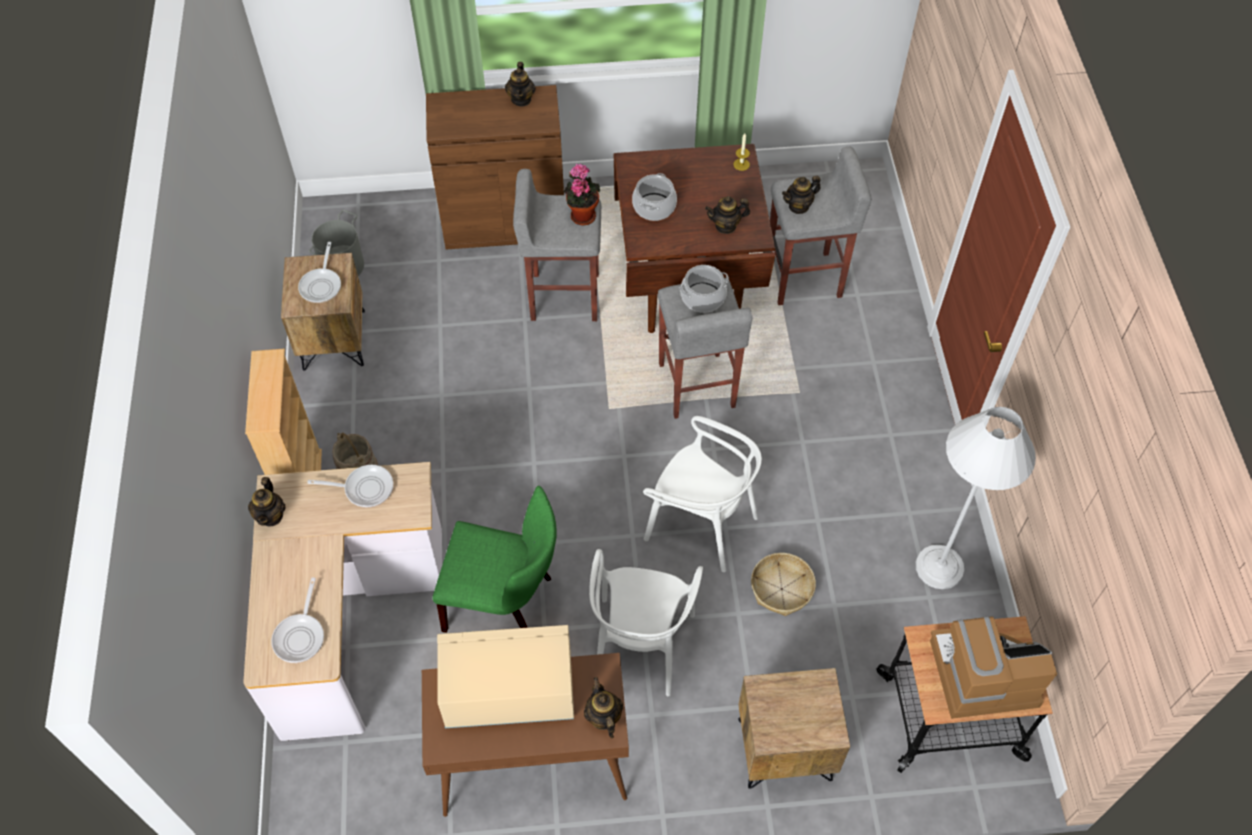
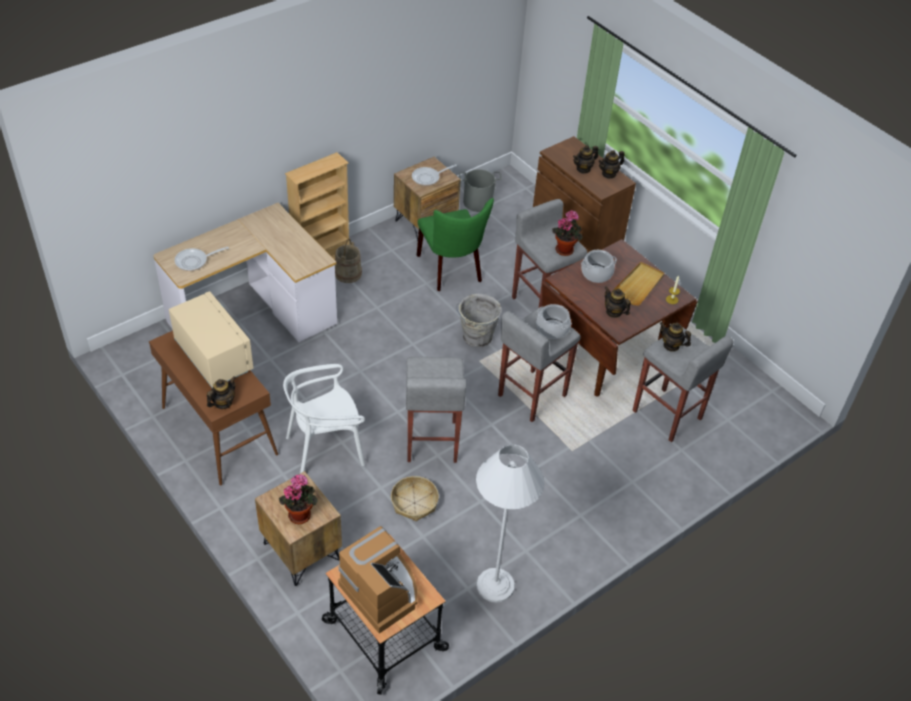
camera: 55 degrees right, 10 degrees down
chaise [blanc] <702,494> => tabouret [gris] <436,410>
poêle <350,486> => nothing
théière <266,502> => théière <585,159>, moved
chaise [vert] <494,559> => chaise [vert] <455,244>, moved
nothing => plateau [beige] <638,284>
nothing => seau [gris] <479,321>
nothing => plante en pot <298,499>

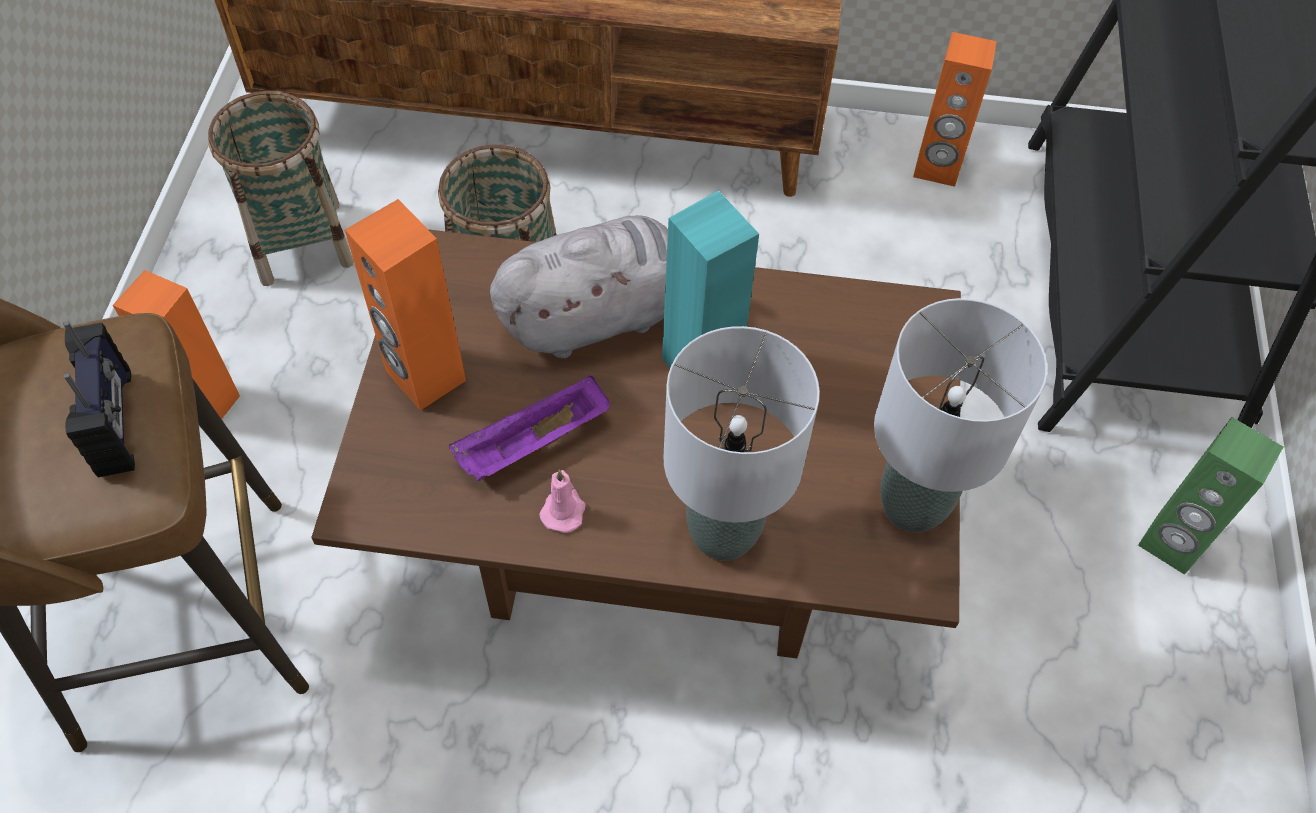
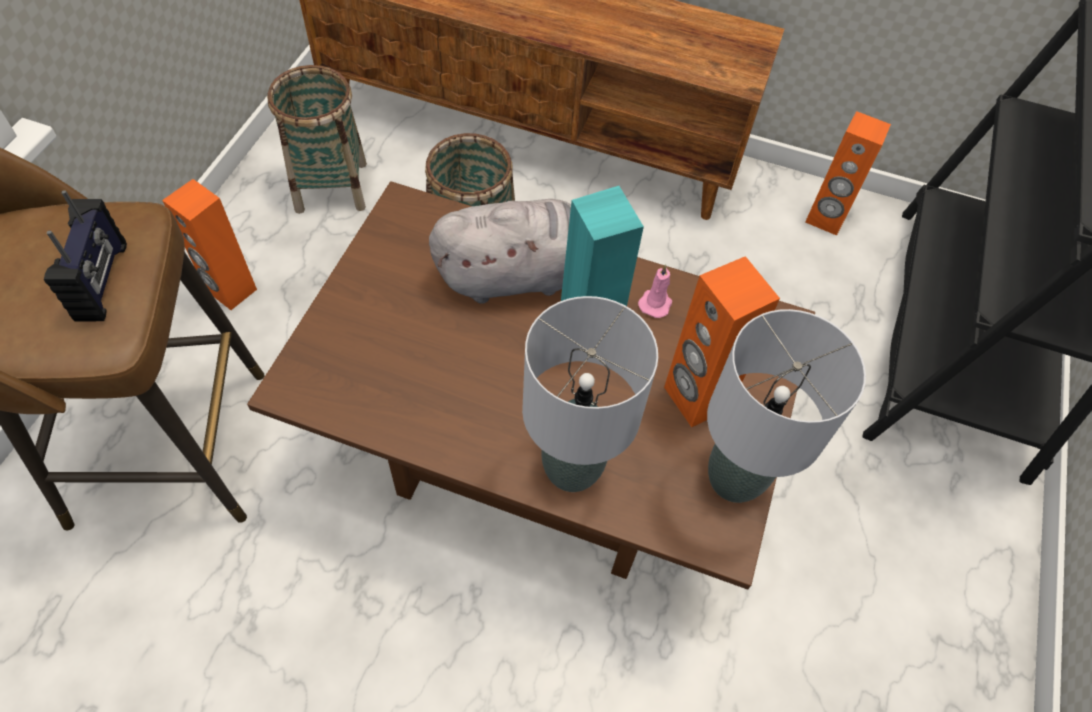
camera: 10 degrees right, 0 degrees up
enceinte [orange] <405,305> => enceinte [orange] <722,341>, moved
plateau [violet] <529,428> => nothing
enceinte [vert] <1210,496> => nothing
bougie [rose] <562,501> => bougie [rose] <655,291>, moved

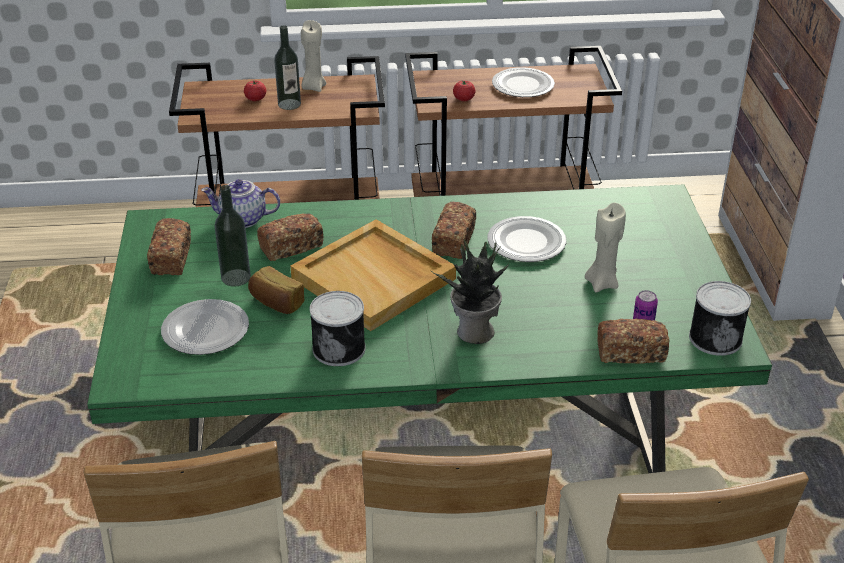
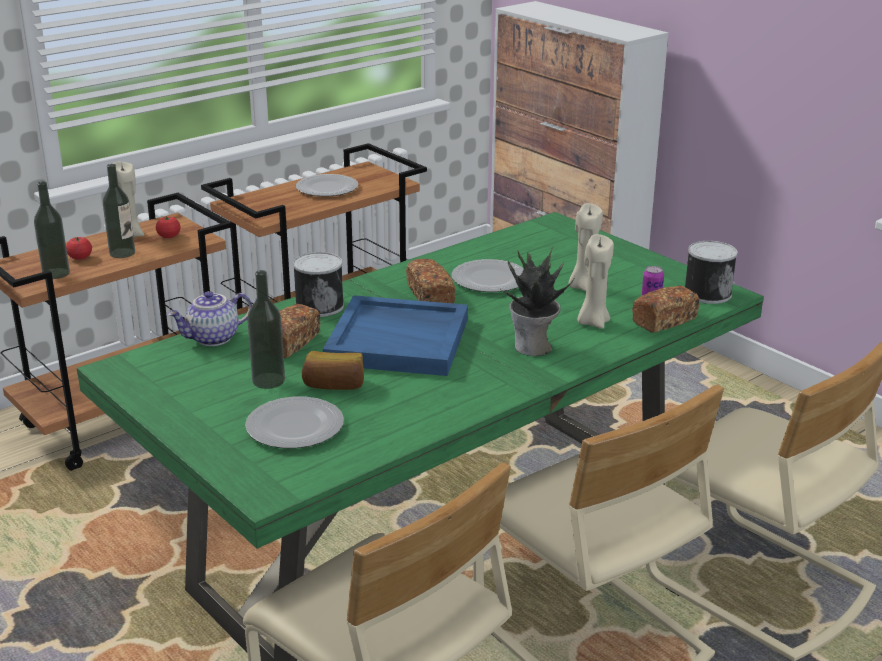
camera: 35 degrees left, 10 degrees down
tomate <464,90> => tomate <168,227>, moved
pain <169,246> => nothing
plateau [beige] <373,275> => plateau [bleu] <395,335>
boîte métallique <338,328> => boîte métallique <318,284>, moved
nothing => bouteille <52,230>
nothing => bougie [beige] <595,281>

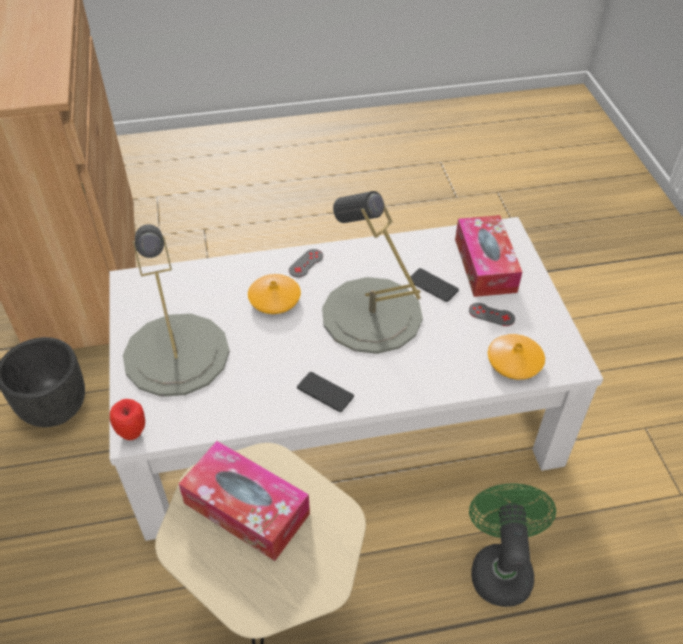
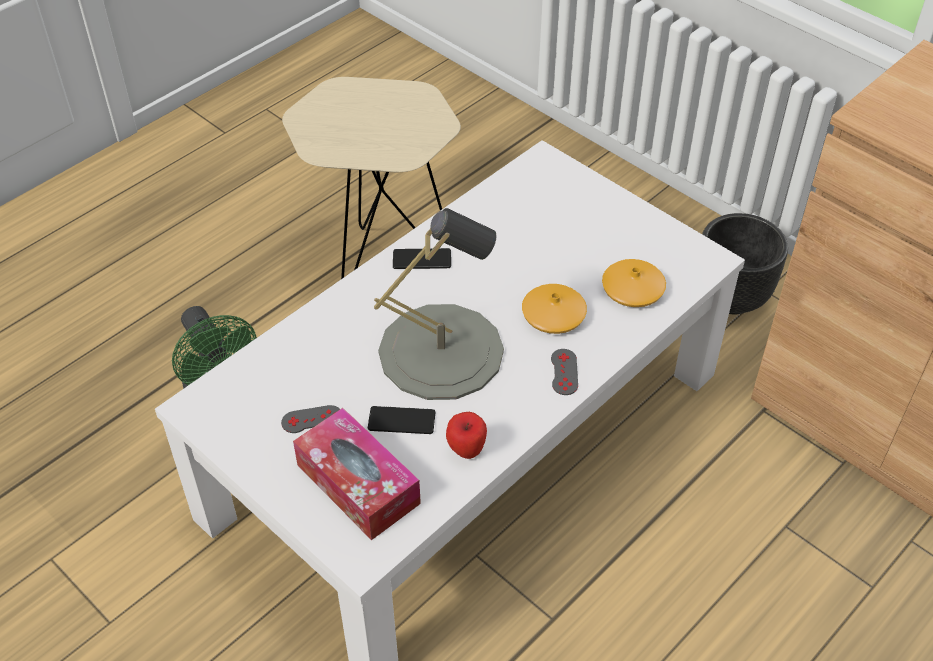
camera: 145 degrees right, 0 degrees up
lampe de table [gris] <176,310> => nothing
vase [orange] <516,357> => vase [orange] <634,283>, moved
pomme <127,419> => pomme <466,435>, moved
boîte à mouchoirs <244,501> => nothing

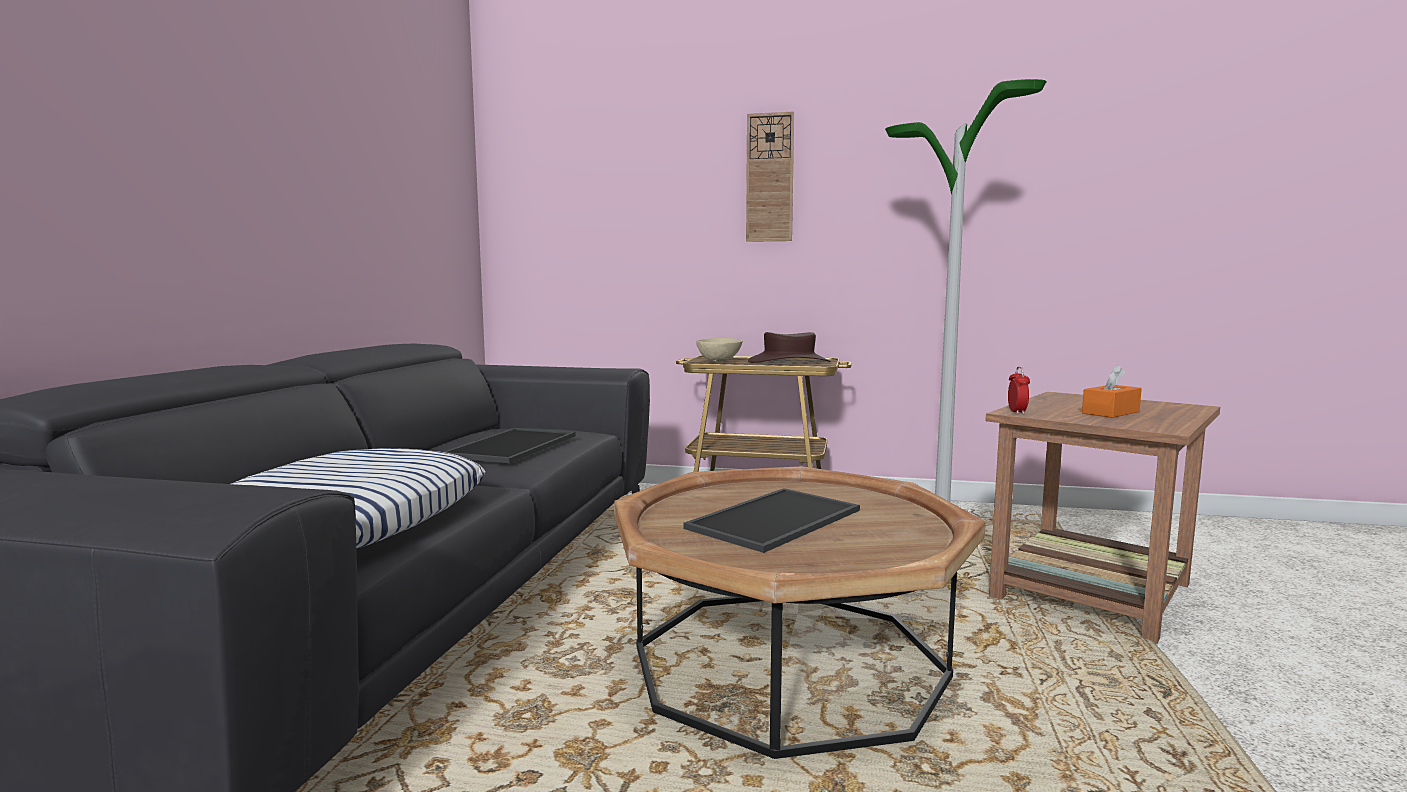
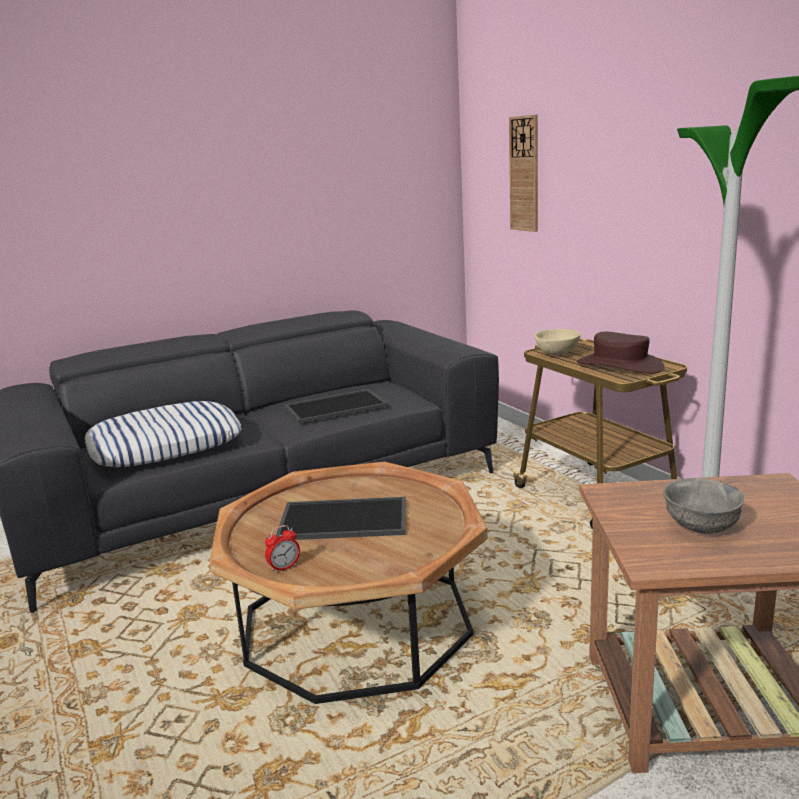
camera: 50 degrees right, 10 degrees up
horloge murale <770,177> => horloge murale <523,173>, moved
boîte à mouchoirs [orange] <1112,391> => bol [gris] <703,506>
réveil <1019,390> => réveil <282,549>, moved

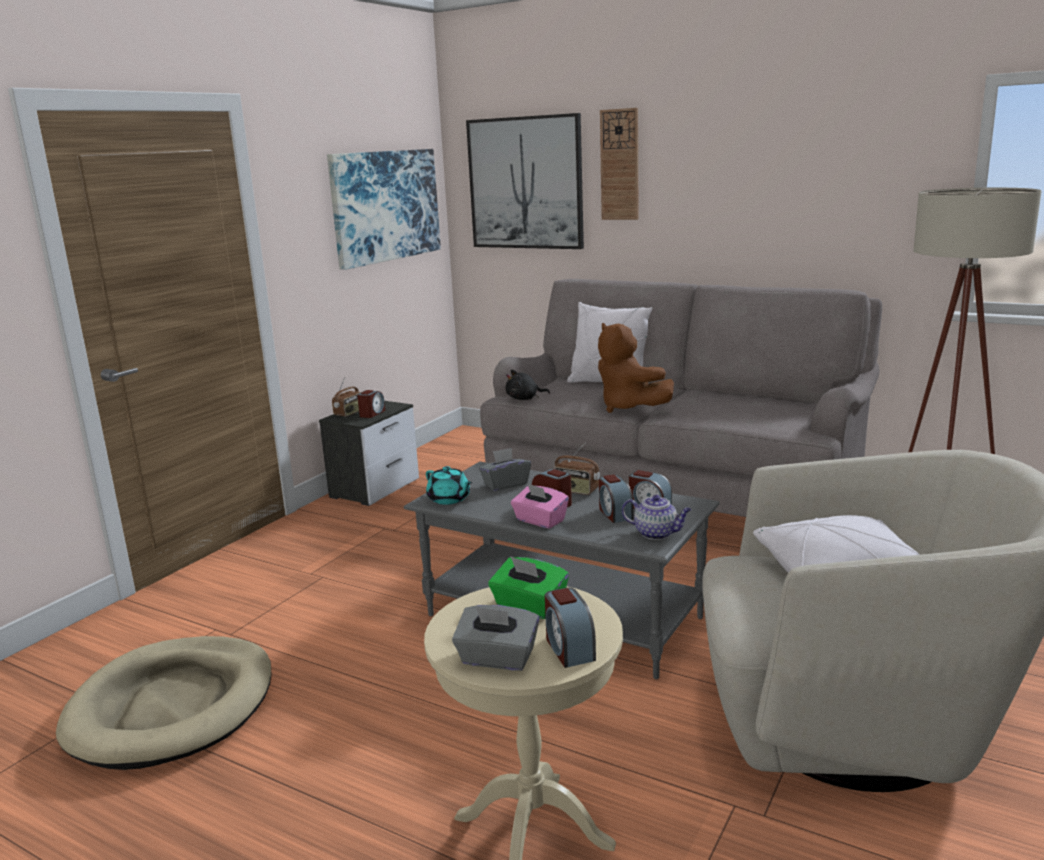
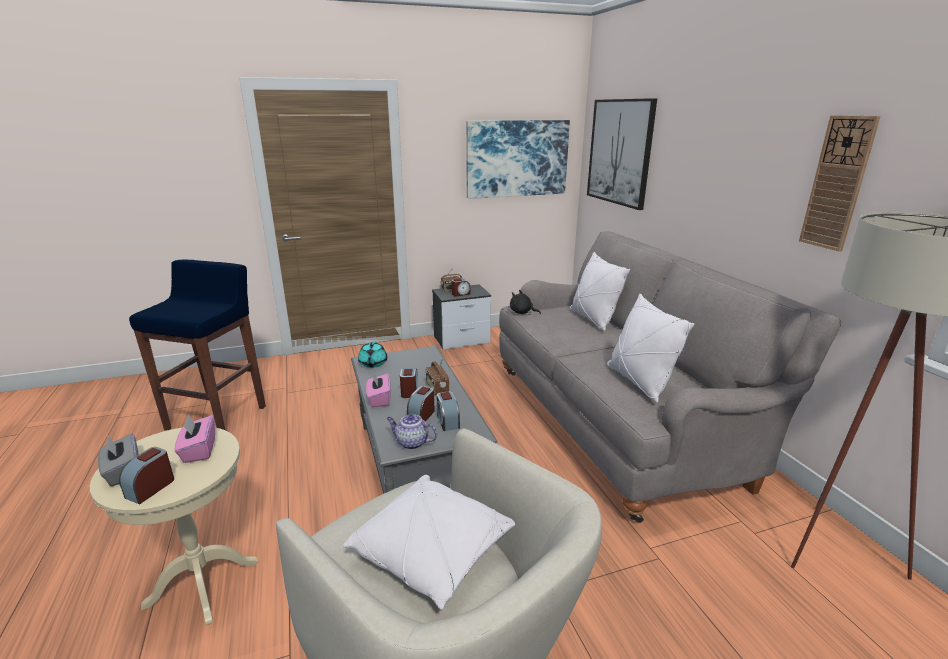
camera: 40 degrees right, 5 degrees up
horloge murale <619,164> => horloge murale <840,183>, moved
peluche [marron] <636,368> => nothing
boîte à mouchoirs [gris] <505,469> => nothing
théière <657,517> => théière <411,431>, 135 degrees clockwise
boîte à mouchoirs [vert] <528,587> => boîte à mouchoirs [rose] <194,439>
panier pour chien [beige] <164,703> => tabouret [bleu] <197,345>
nothing => coussin [blanc] <650,348>

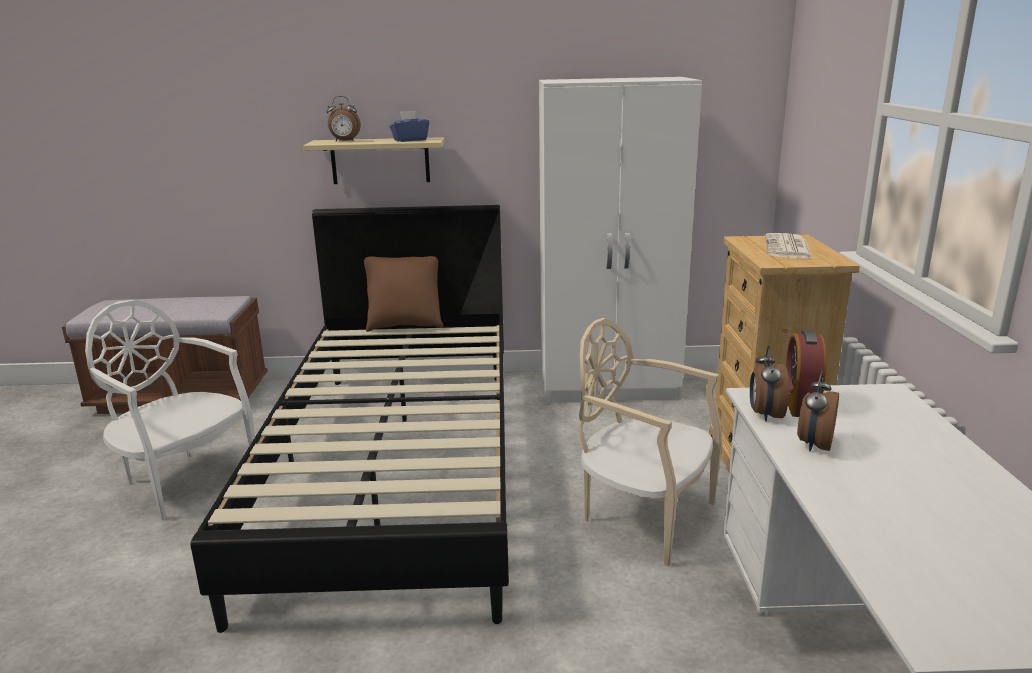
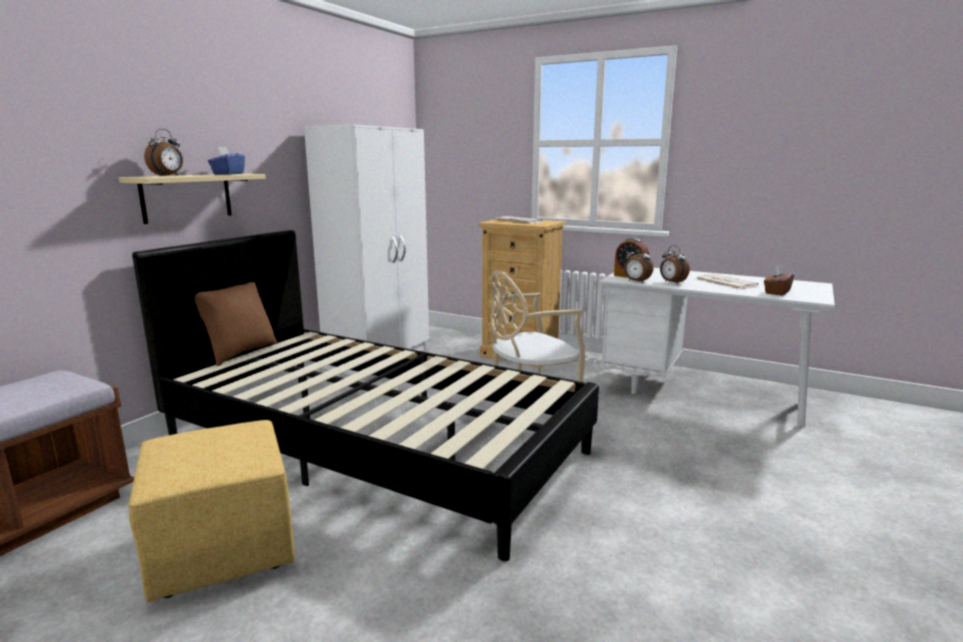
camera: 60 degrees left, 5 degrees down
chaise [blanc] <170,410> => pouf [jaune] <212,511>
nothing => boîte à mouchoirs [marron] <779,281>
nothing => journal <727,281>

